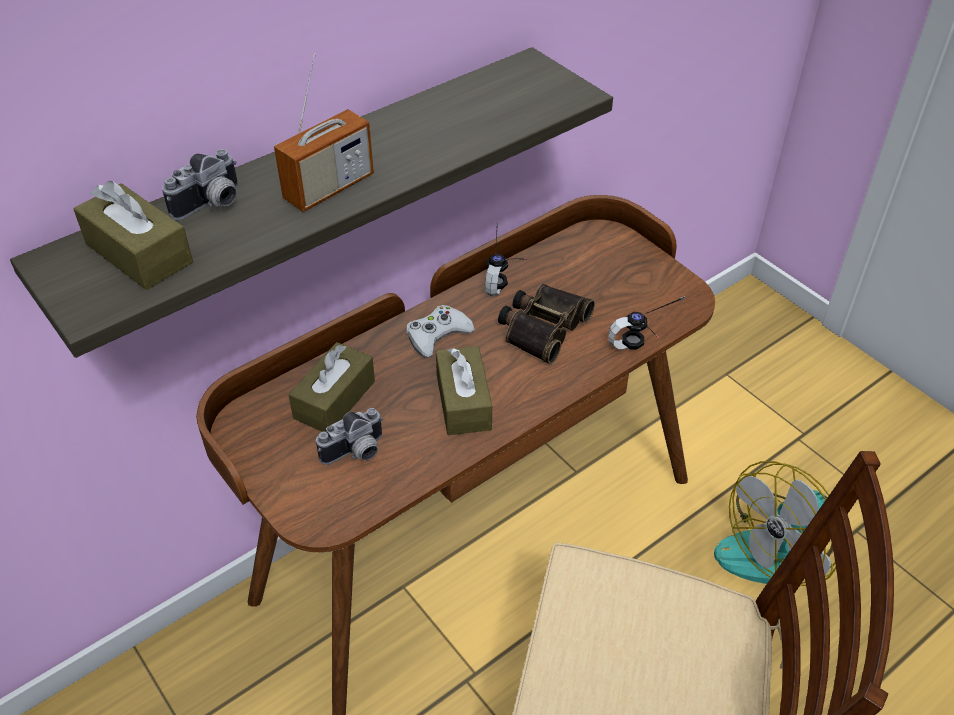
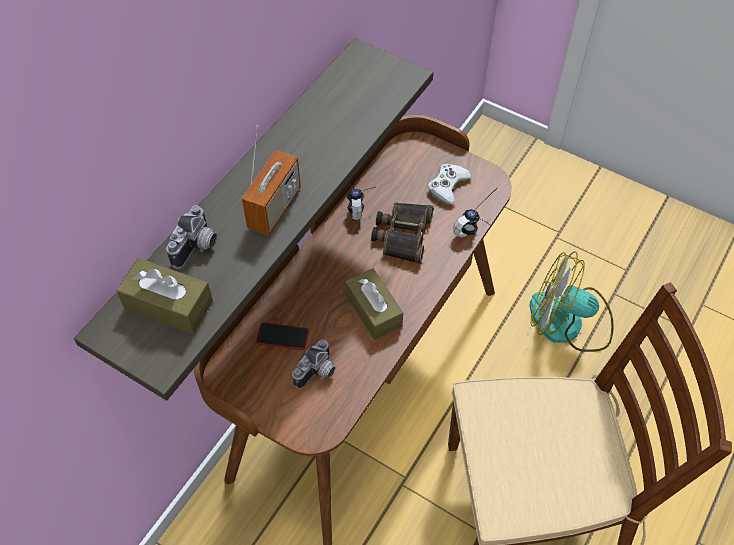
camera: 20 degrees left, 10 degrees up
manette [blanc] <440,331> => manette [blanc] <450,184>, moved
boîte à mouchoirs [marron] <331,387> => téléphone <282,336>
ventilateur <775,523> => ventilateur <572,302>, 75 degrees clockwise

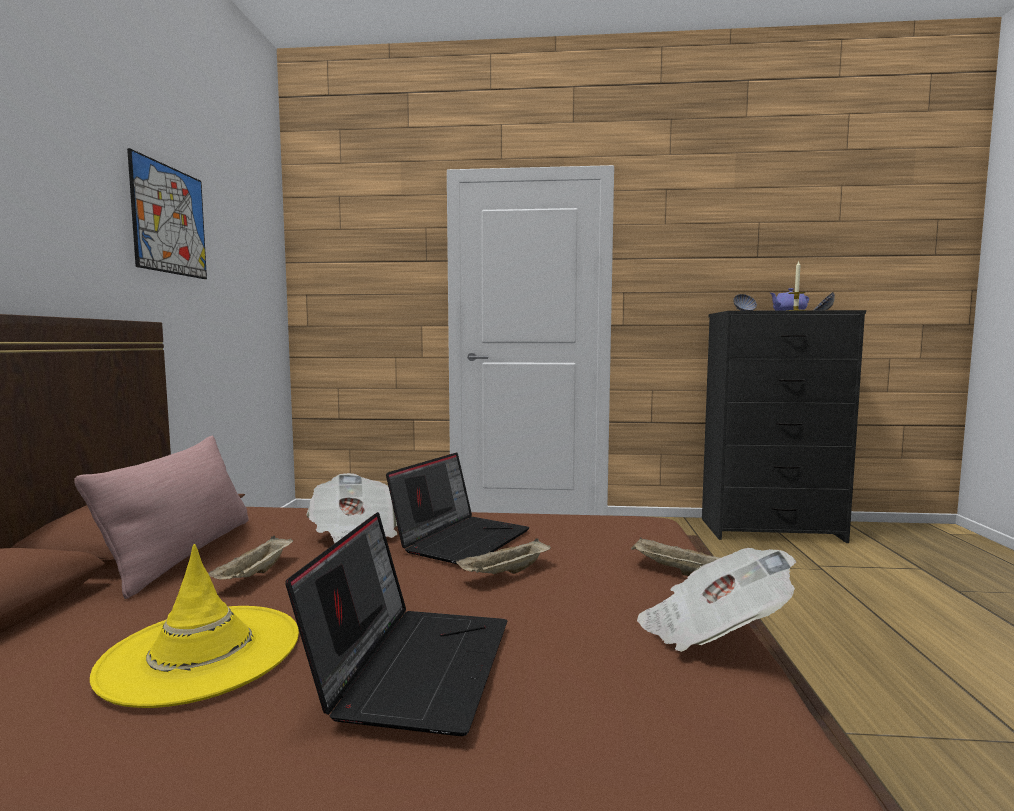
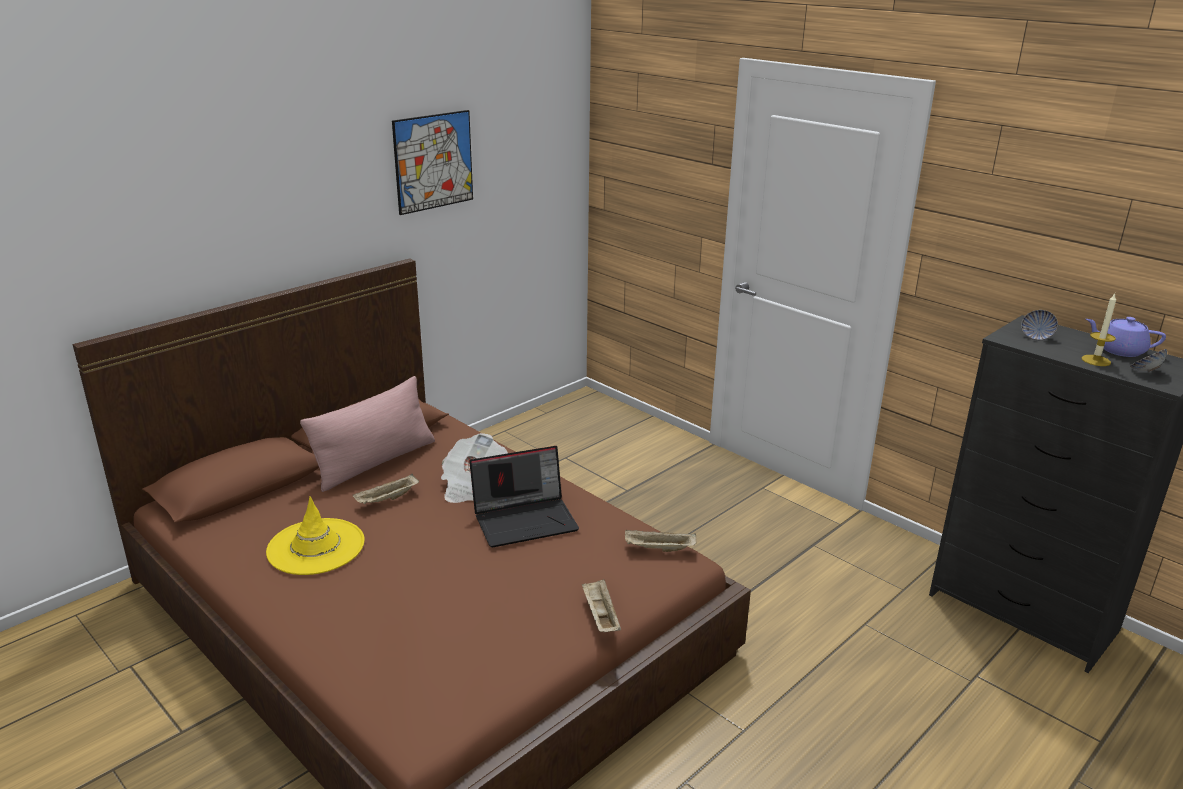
camera: 40 degrees right, 20 degrees up
ordinateur portable <396,624> => nothing
plateau [beige] <503,556> => plateau [beige] <660,541>, moved
journal <716,600> => nothing

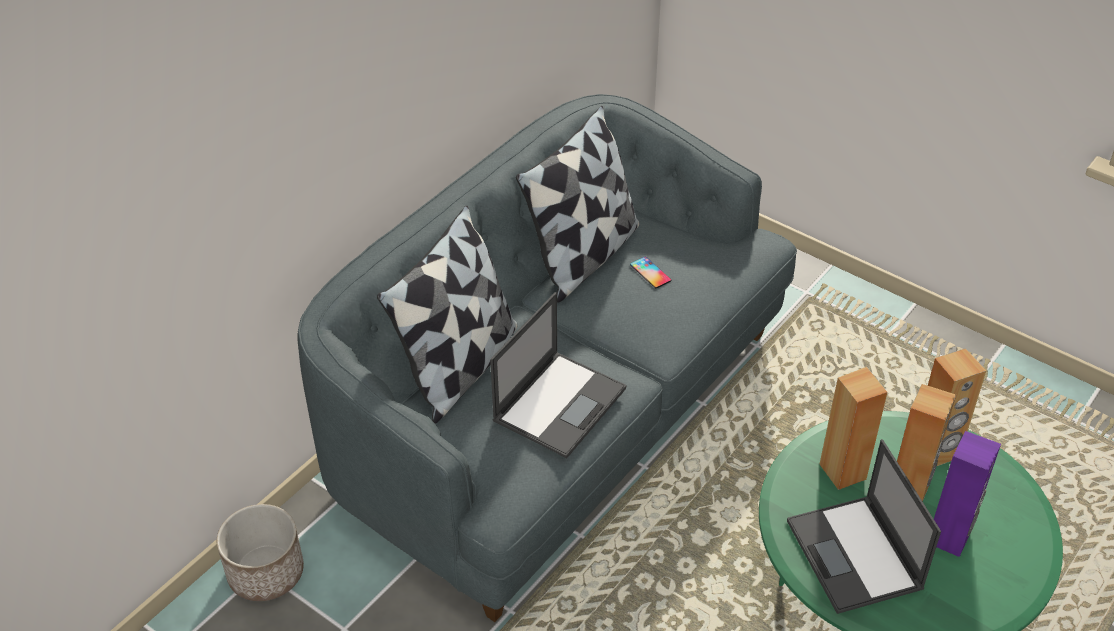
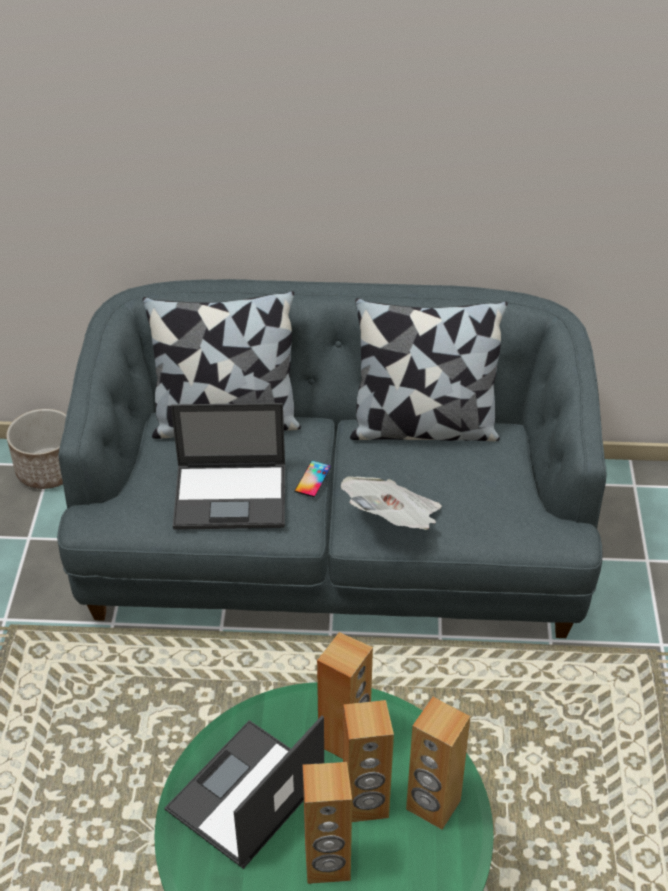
camera: 55 degrees right, 0 degrees up
téléphone <650,272> => téléphone <313,479>, moved
enceinte [violet] <967,494> => enceinte [marron] <327,823>
nothing => journal <391,503>

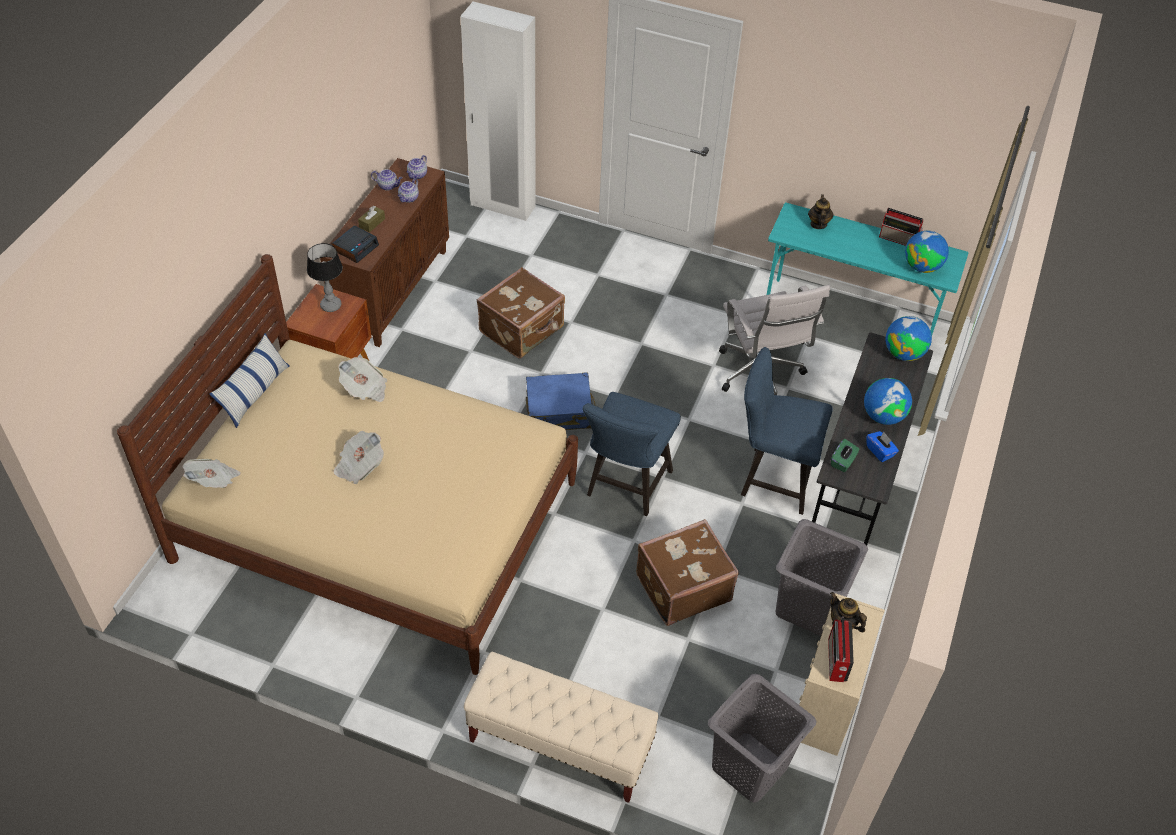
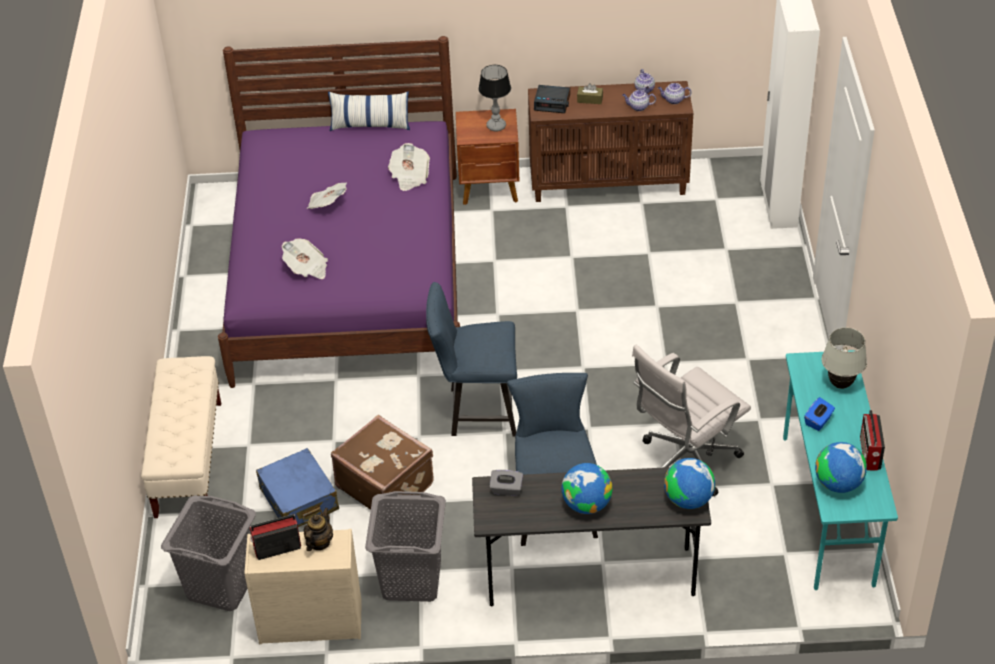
camera: 70 degrees right, 5 degrees down
théière <821,211> => lampe de table [blanc] <844,358>
lit [beige] <347,464> => lit [violet] <339,212>
valise [marron] <521,313> => nothing
valise [bleu] <561,401> => valise [bleu] <297,487>, moved
boîte à mouchoirs [bleu] <882,446> => boîte à mouchoirs [bleu] <819,414>, moved
boîte à mouchoirs [vert] <845,455> => boîte à mouchoirs [gris] <506,483>
journal <212,473> => journal <305,259>, moved

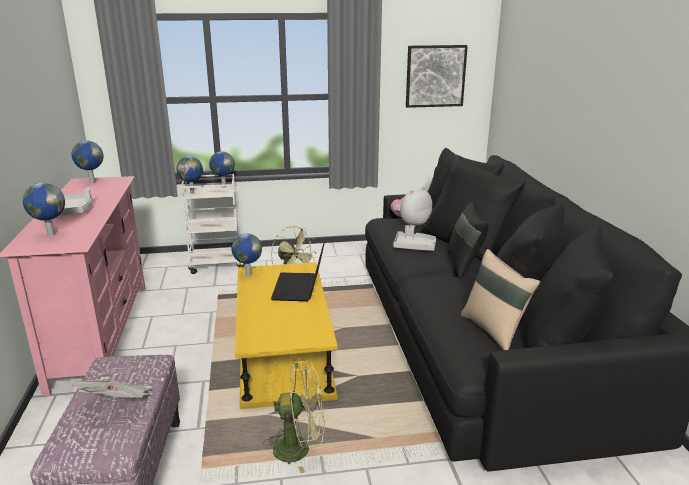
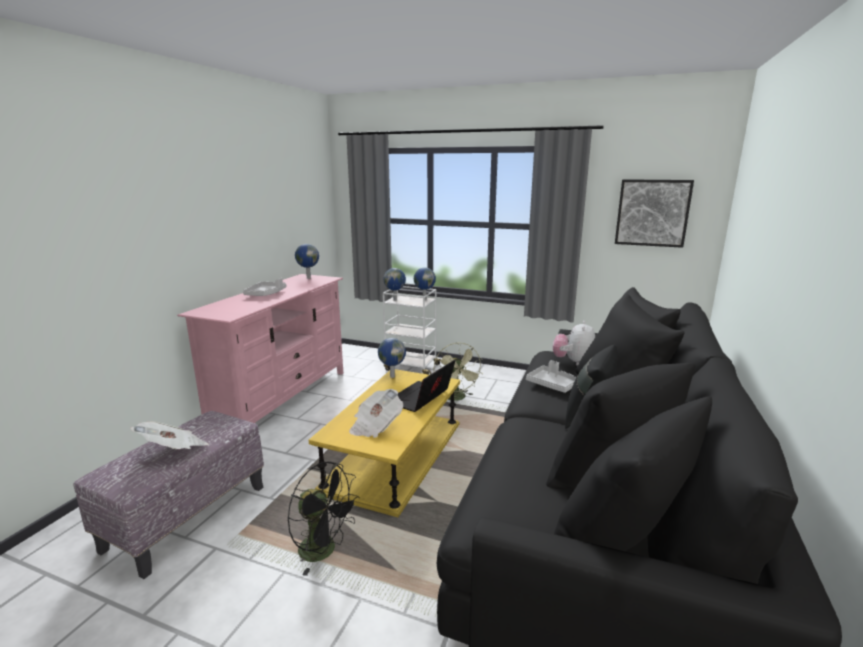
camera: 30 degrees right, 5 degrees down
globe <44,210> => nothing
peluche <411,207> => peluche <574,343>, 60 degrees counterclockwise
coussin [beige] <500,299> => nothing
ventilateur [vert] <294,417> => ventilateur [noir] <323,519>
nothing => journal <376,413>

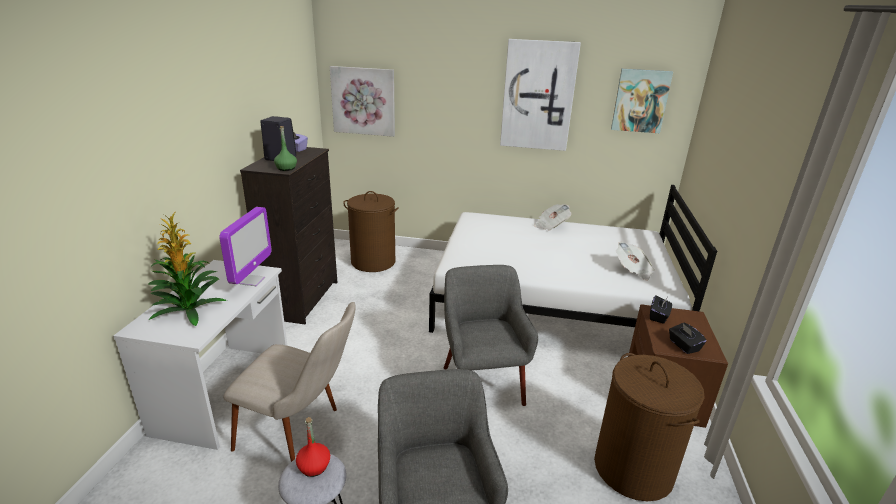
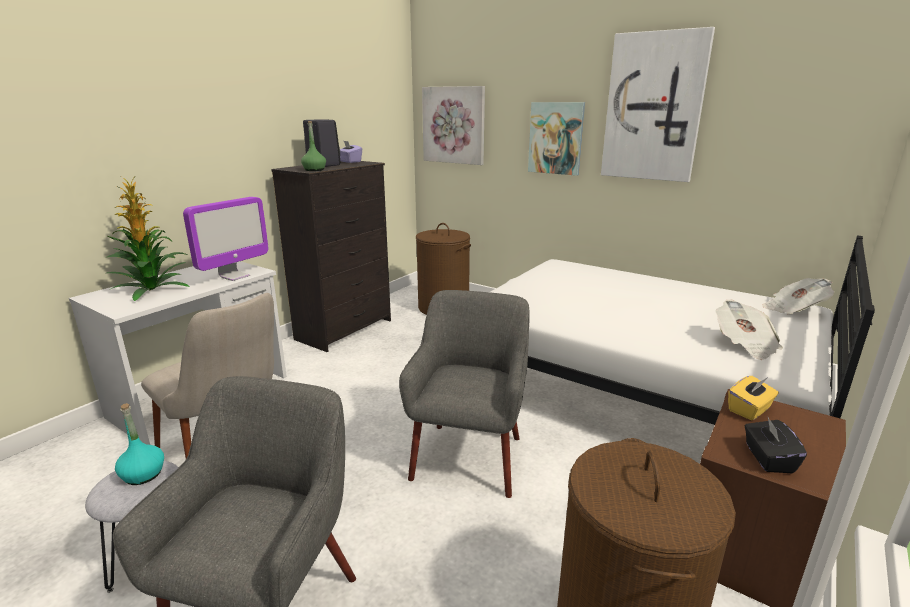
camera: 25 degrees right, 5 degrees down
tableau <642,101> => tableau <556,139>, moved
journal <552,217> => journal <798,296>, moved
boîte à mouchoirs [noir] <661,310> => boîte à mouchoirs [jaune] <753,398>
bouteille [rouge] <313,447> => bouteille [turquoise] <139,444>

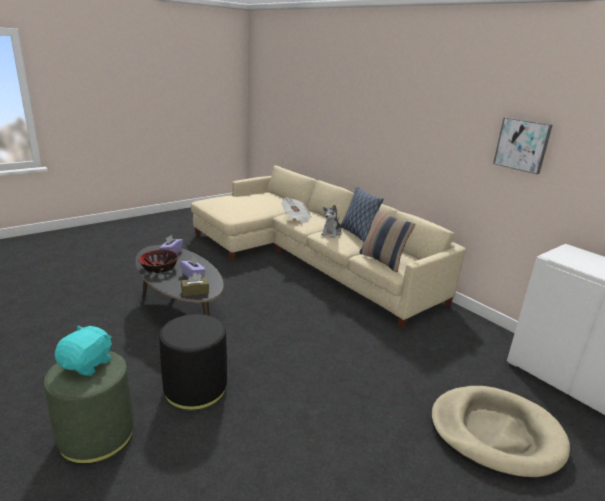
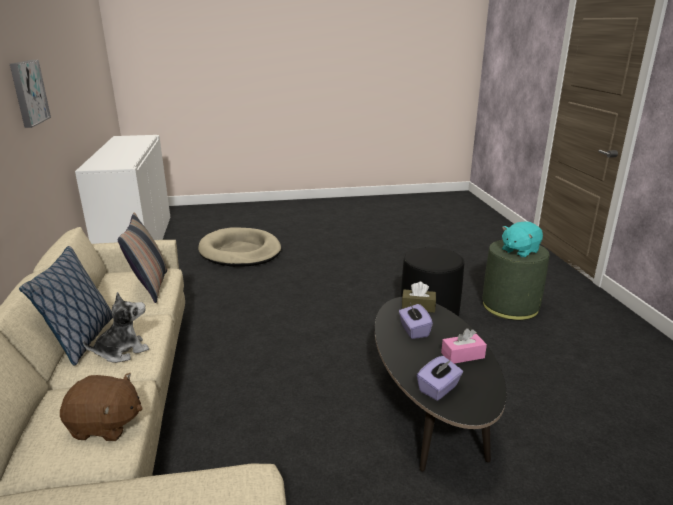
camera: 150 degrees left, 0 degrees up
journal <296,211> => peluche [marron] <101,407>
bol <158,261> => boîte à mouchoirs [rose] <464,346>

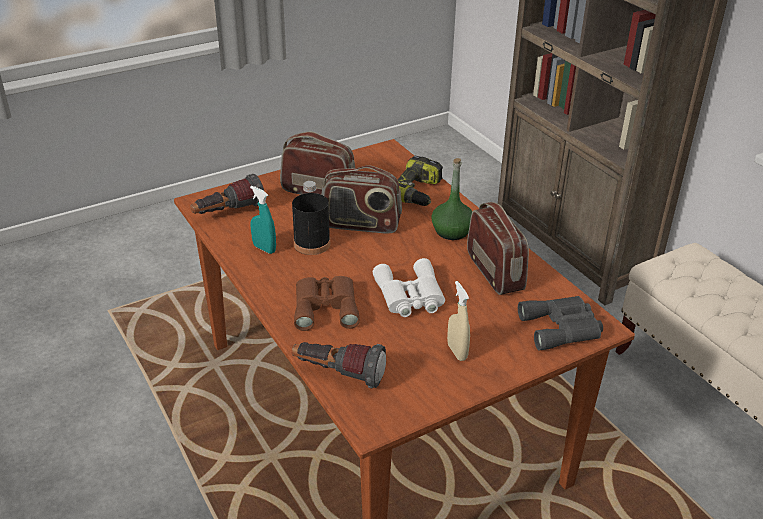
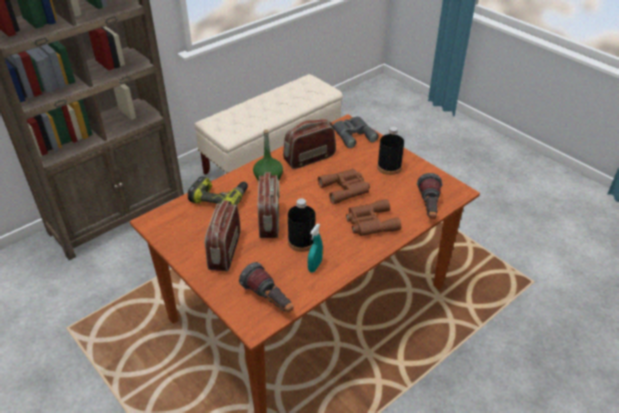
camera: 100 degrees left, 5 degrees up
jumelles [blanc] <409,287> => jumelles [marron] <344,186>
vaporisateur [beige] <458,321> => bouteille [noir] <390,151>

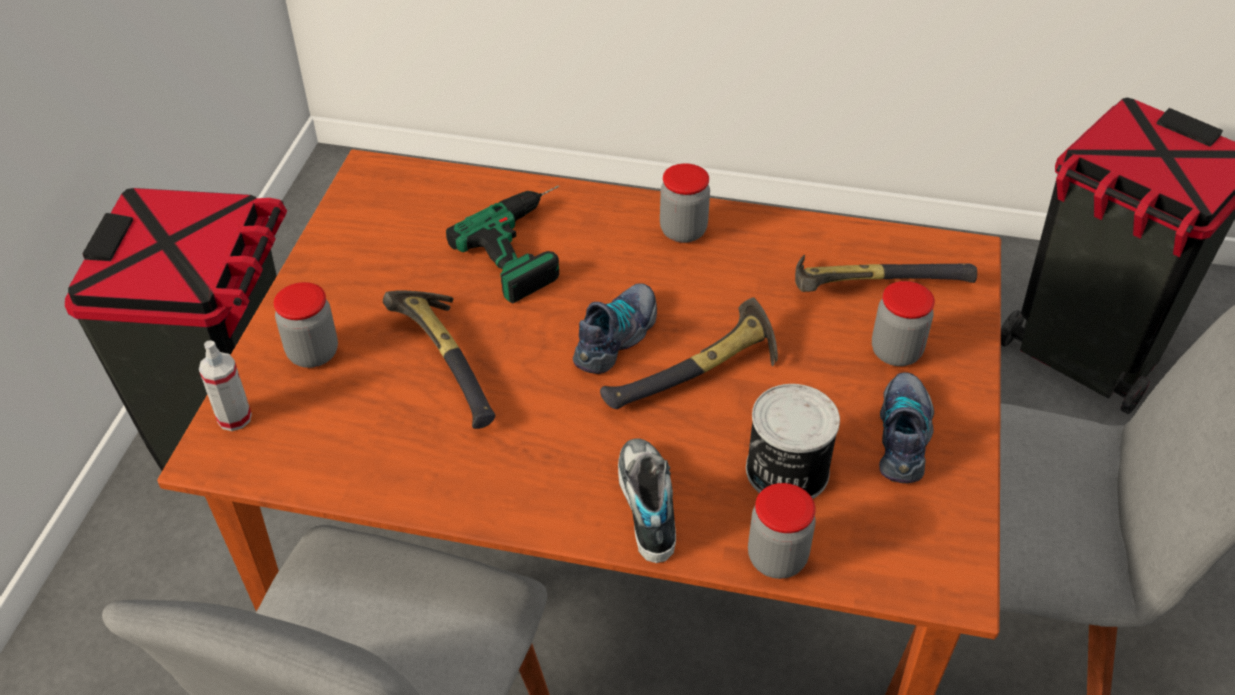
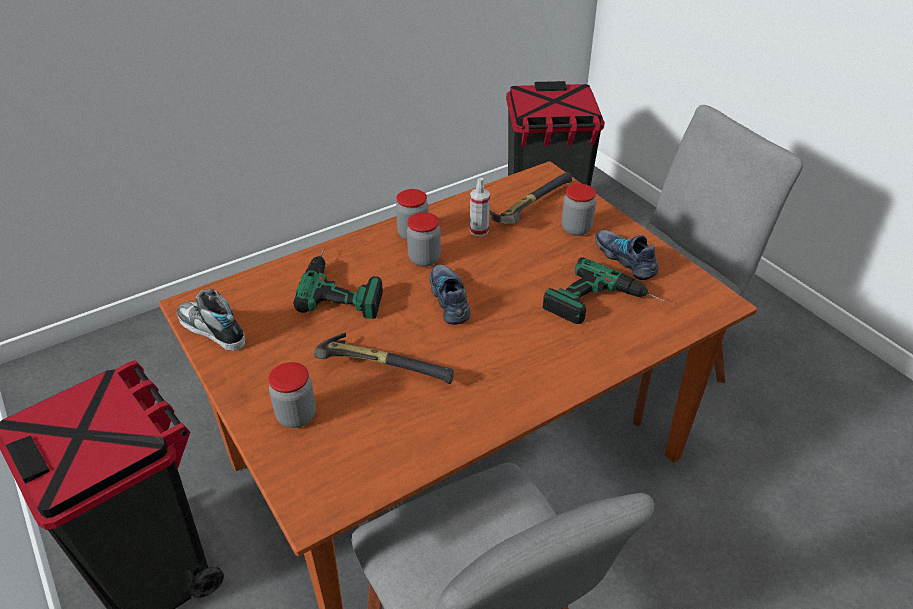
camera: 45 degrees left, 5 degrees down
marteau <689,353> => nothing
vaporisateur <225,385> => vaporisateur <480,207>, moved
boîte métallique <793,441> => perceuse <603,290>
chaussure <647,500> => chaussure <211,320>, moved
bocal <782,531> => bocal <424,239>, moved

